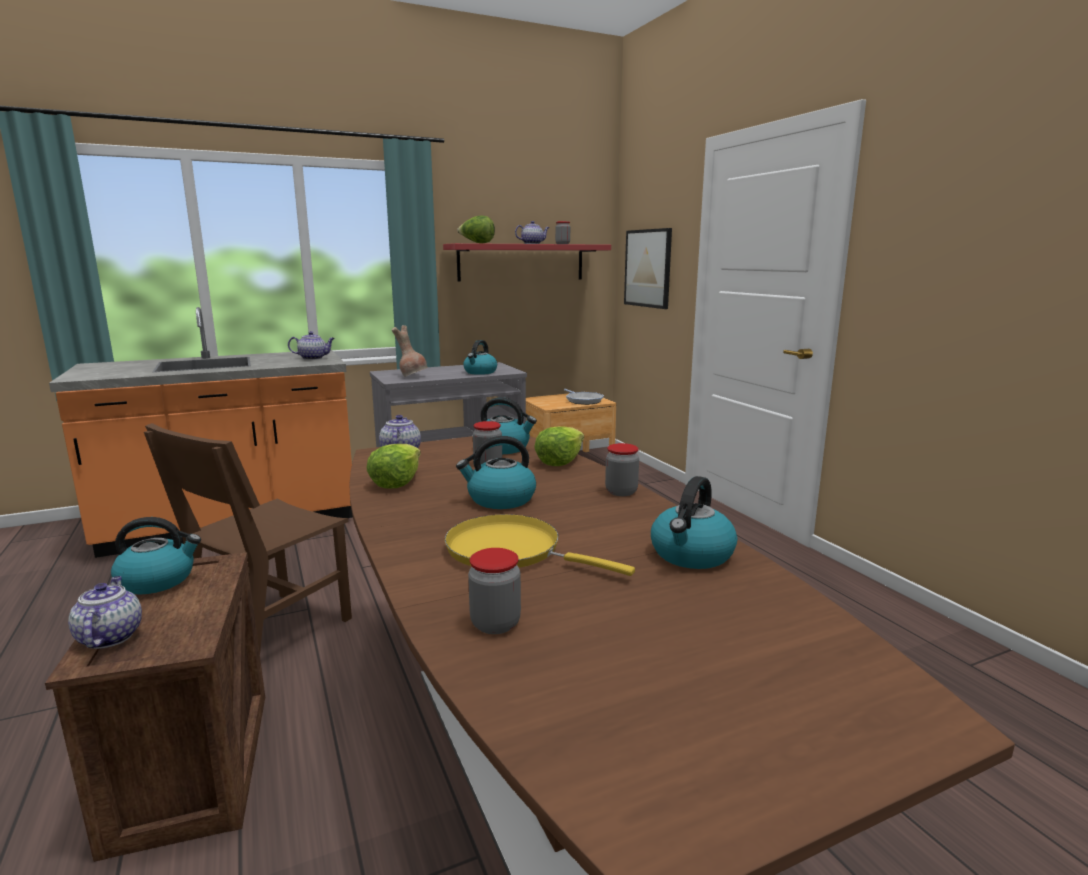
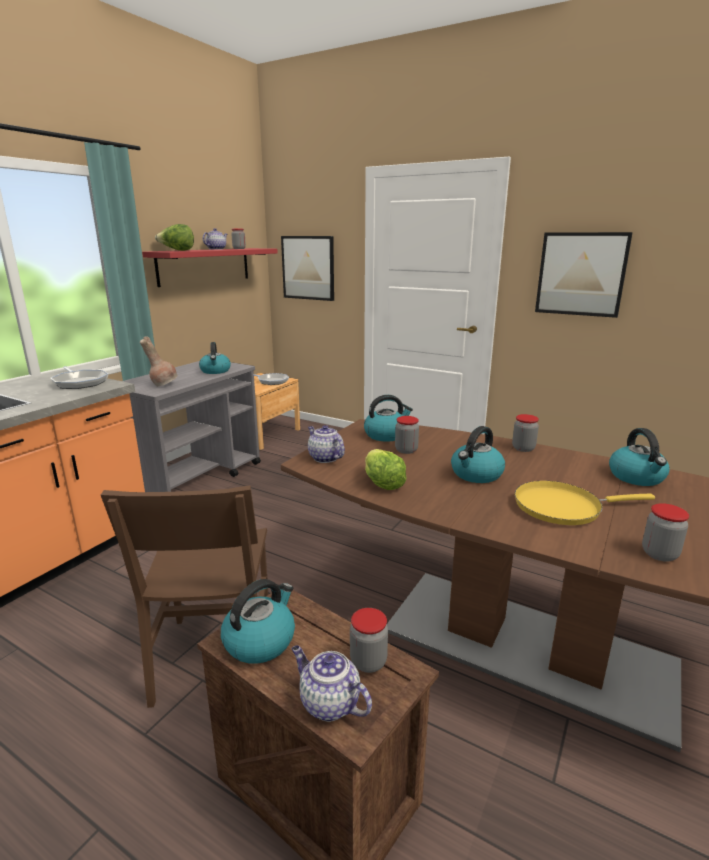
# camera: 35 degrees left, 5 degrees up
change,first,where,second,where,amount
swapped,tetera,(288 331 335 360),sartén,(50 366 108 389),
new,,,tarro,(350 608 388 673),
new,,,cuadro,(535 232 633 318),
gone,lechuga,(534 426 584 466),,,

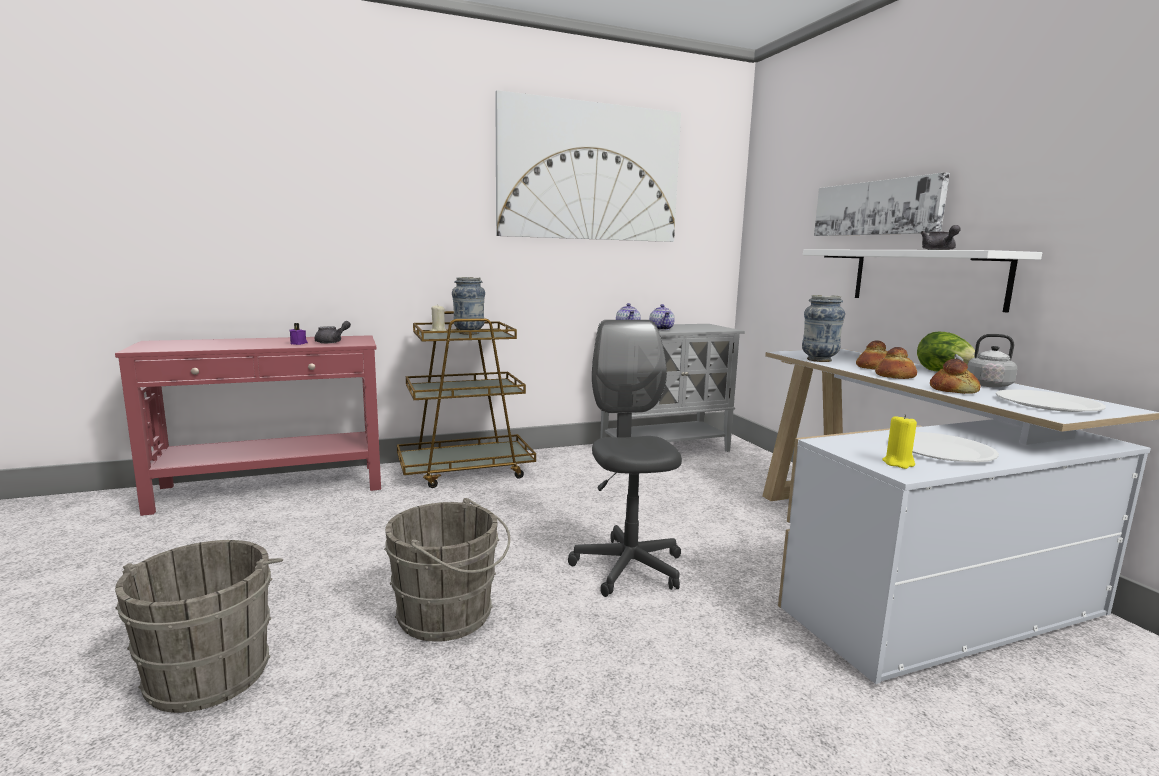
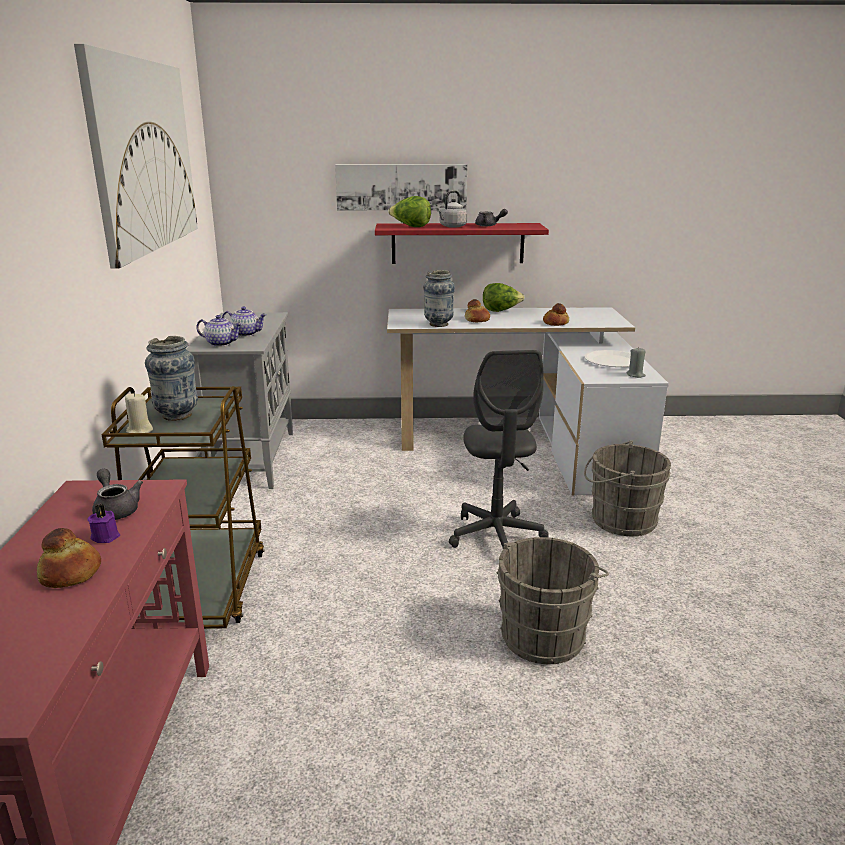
# camera: 70 degrees left, 10 degrees up
change,first,where,second,where,amount
shifted,pan,(875 347 917 379),,(37 528 101 588),
repainted,estante/blanco,(803 249 1042 313),estante/rojo,(375 223 549 264),
new,,,lechuga,(388 196 431 227),
shifted,hervidor/gris,(954 334 1017 388),,(437 190 468 228),
rotated,silla de oficina/gris,(568 320 682 597),,(449 350 549 548),105 degrees counterclockwise
shifted,cubo/gris,(115 540 283 713),,(584 441 671 536),
repainted,vela/amarillo,(882 414 917 469),vela/gris,(626 347 646 378),
gone,plato/blanco,(996 389 1106 412),,,

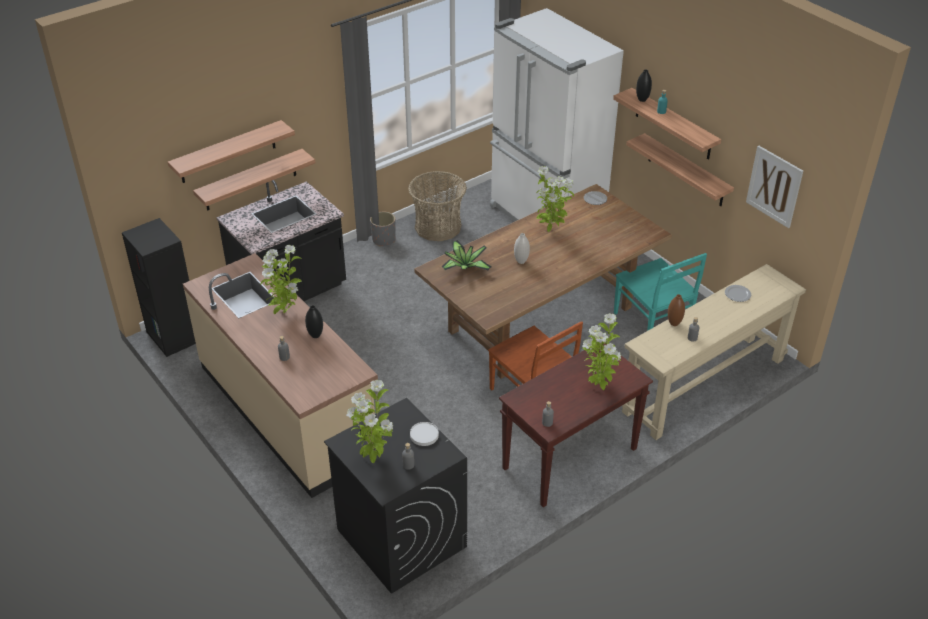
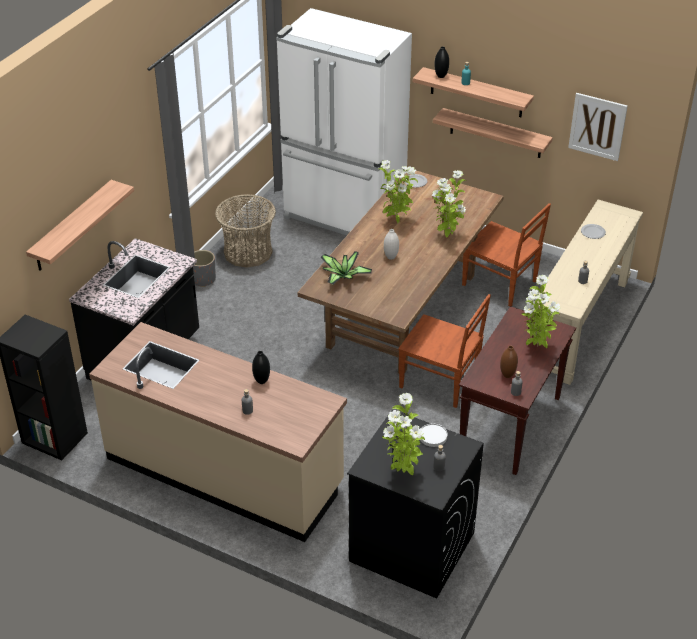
# camera: 25 degrees left, 0 degrees up
change,first,where,second,where,amount
shifted,planta en maceta,(260 245 302 314),,(431 170 466 237),
repainted,silla/turquesa,(614 253 707 331),silla/marrón,(462 203 551 307),
shifted,florero/marrón,(668 294 685 326),,(500 346 518 378),
gone,estante,(193 149 315 210),,,

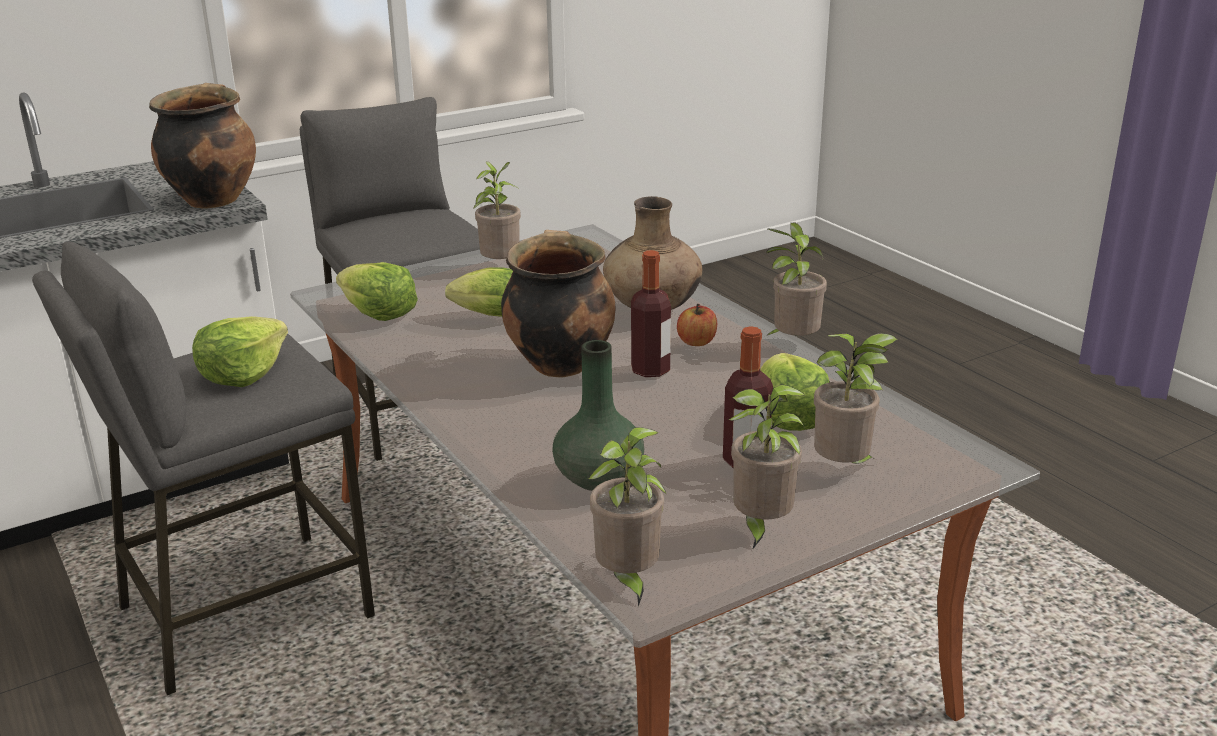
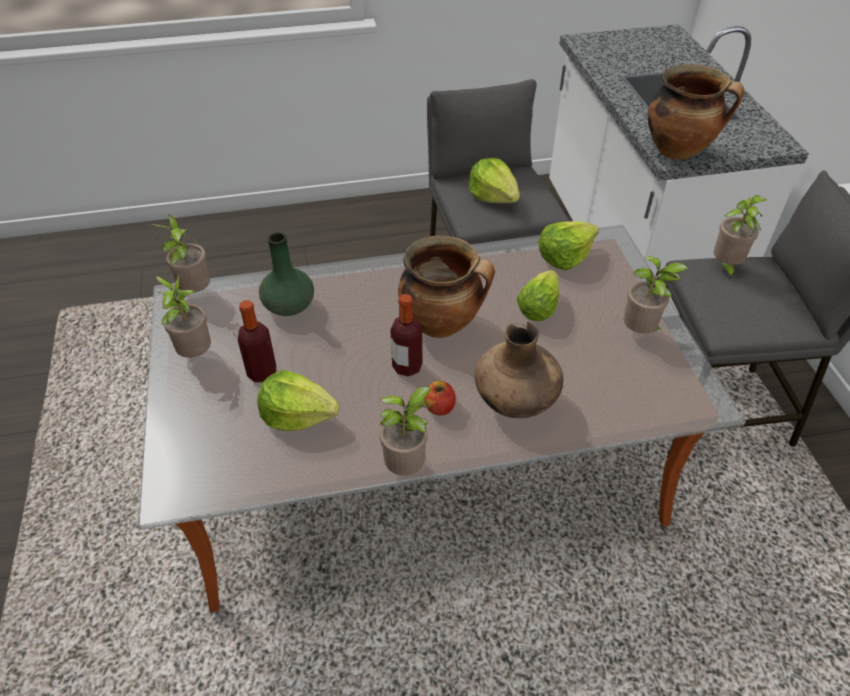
# camera: 110 degrees right, 20 degrees up
change,first,where,second,where,amount
shifted,planta en maceta,(814 333 898 464),,(714 195 767 280),

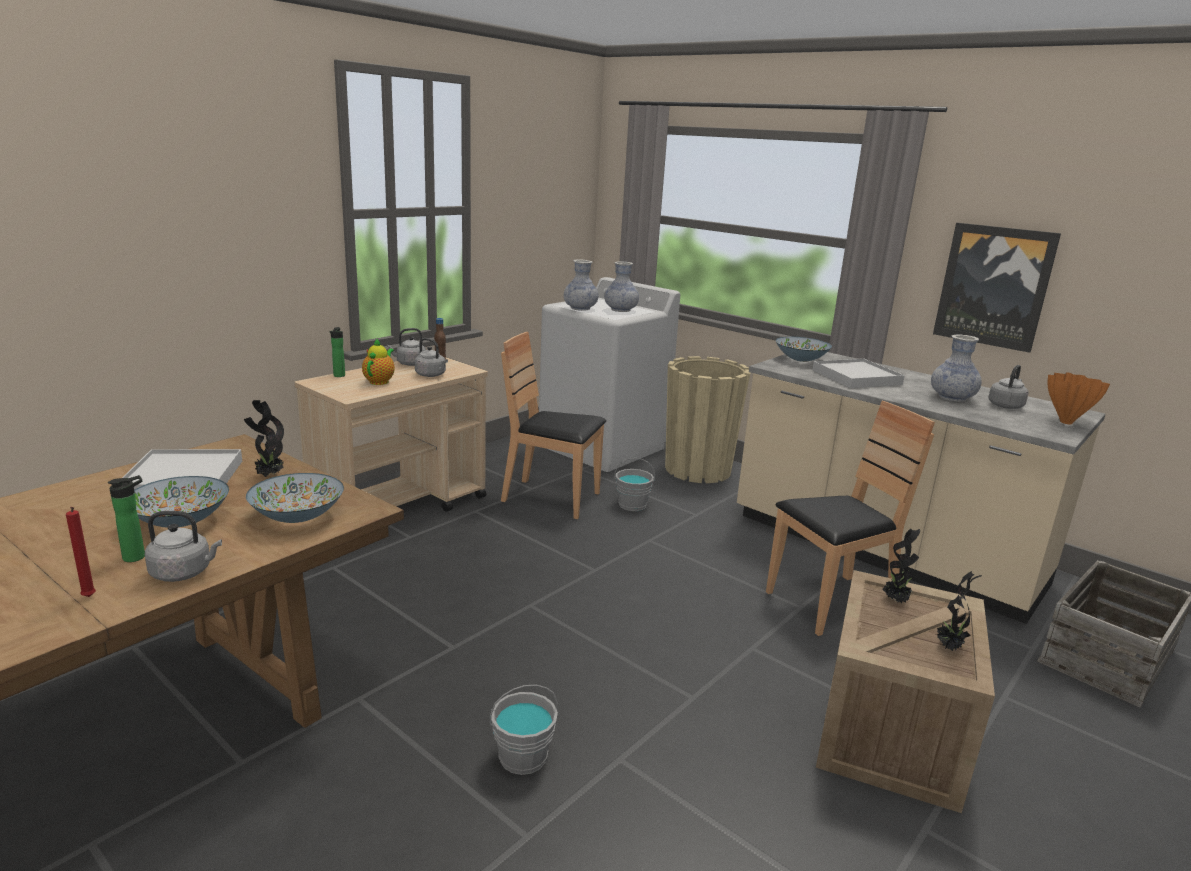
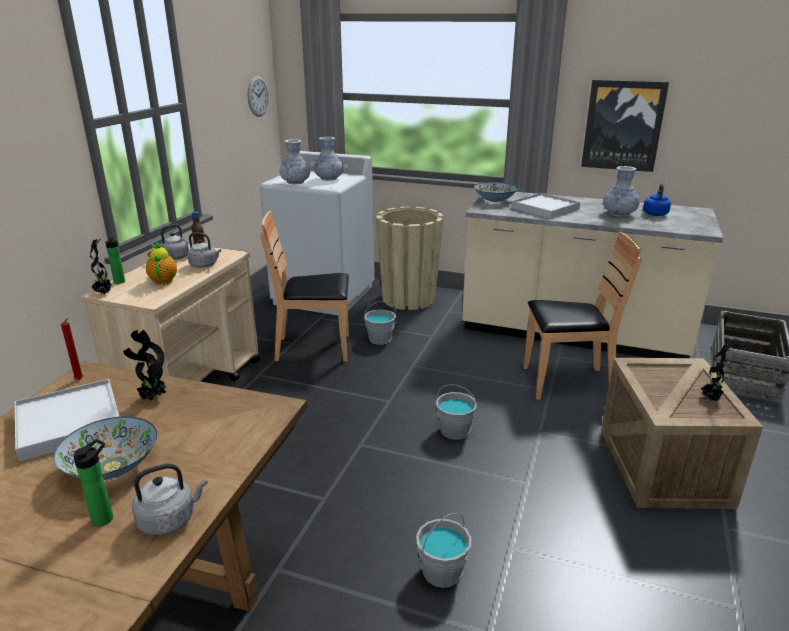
# camera: 20 degrees left, 5 degrees up
change,first,where,second,where,amount
shifted,vela/rojo,(66 507 96 597),,(61 318 83 380),
shifted,planta en maceta,(882 529 921 603),,(90 239 114 295),
new,,,reloj de pared,(247 76 269 117),
new,,,cubo/gris,(436 384 477 440),
rotated,silla/marrón,(766 401 935 636),,(523 231 642 400),45 degrees clockwise
repainted,hervidor/gris,(988 365 1029 409),hervidor/azul,(643 183 671 216),
gone,cuenco,(246 473 344 523),,,
gone,florero/naranja,(1048 372 1110 424),,,

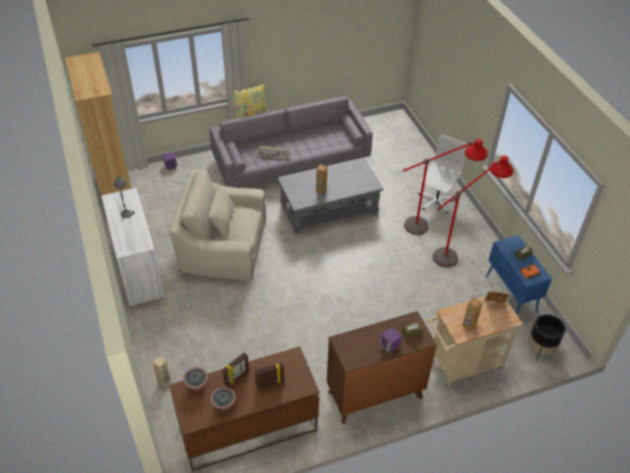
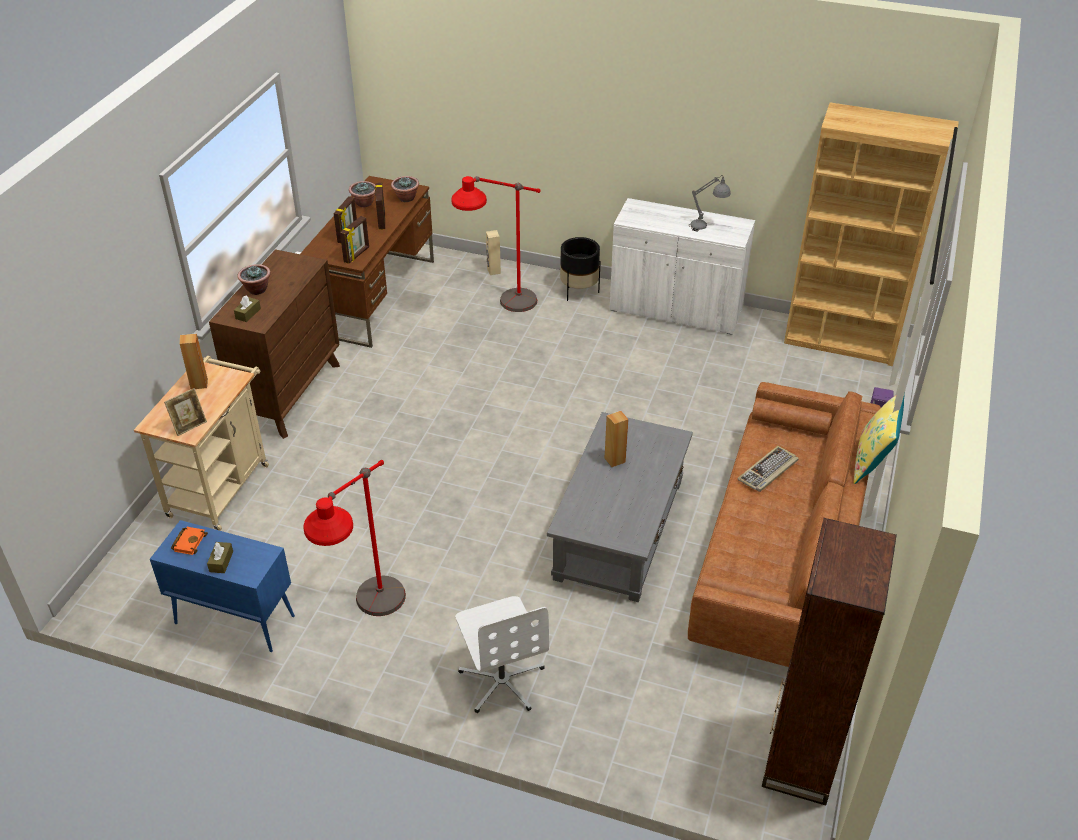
# camera: 130 degrees right, 5 degrees down
change,first,where,second,where,amount
swapped,altavoz/morado,(379 327 402 354),planta en maceta,(237 264 271 295),
new,,,portarretratos,(340 216 369 264),
shifted,lámpara de pie/rojo,(403 139 488 235),,(451 176 541 312),
shifted,maceta/negro,(528 314 565 361),,(560 237 601 301),
repainted,sofá/gris,(209 96 373 188),sofá/marrón,(688 382 881 667),
new,,,estantería/marrón,(762 518 897 805),
gone,sillón/beis,(169 170 266 281),,,

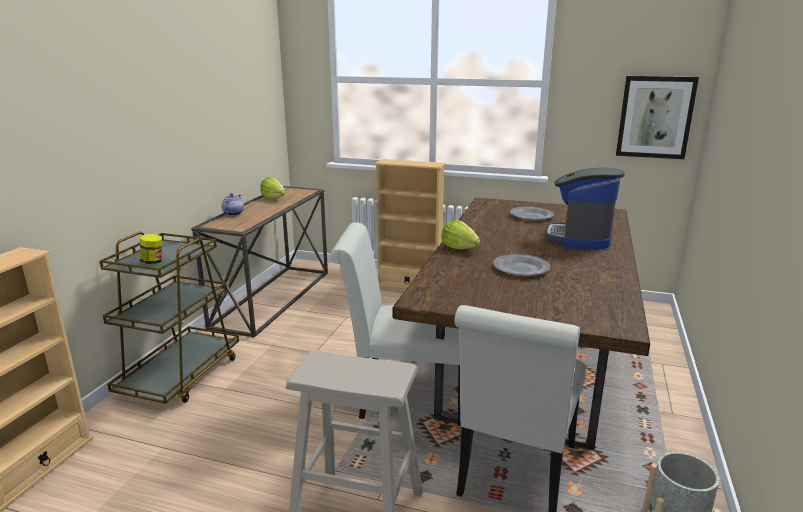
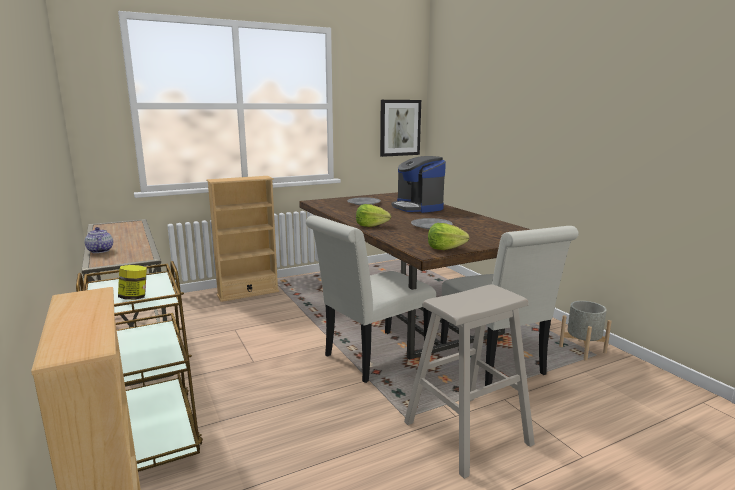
# camera: 45 degrees left, 5 degrees down
change,first,where,second,where,amount
shifted,lechuga,(260 177 285 199),,(428 223 469 250),

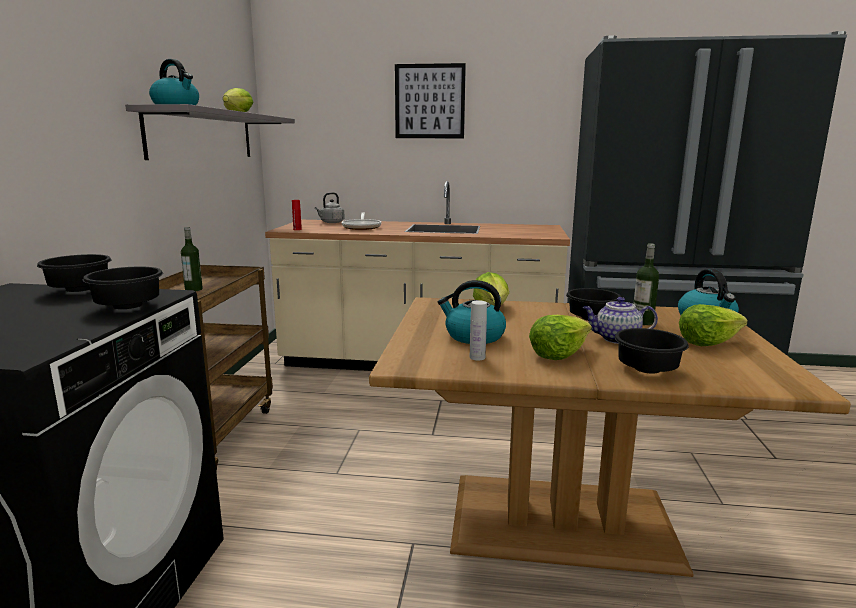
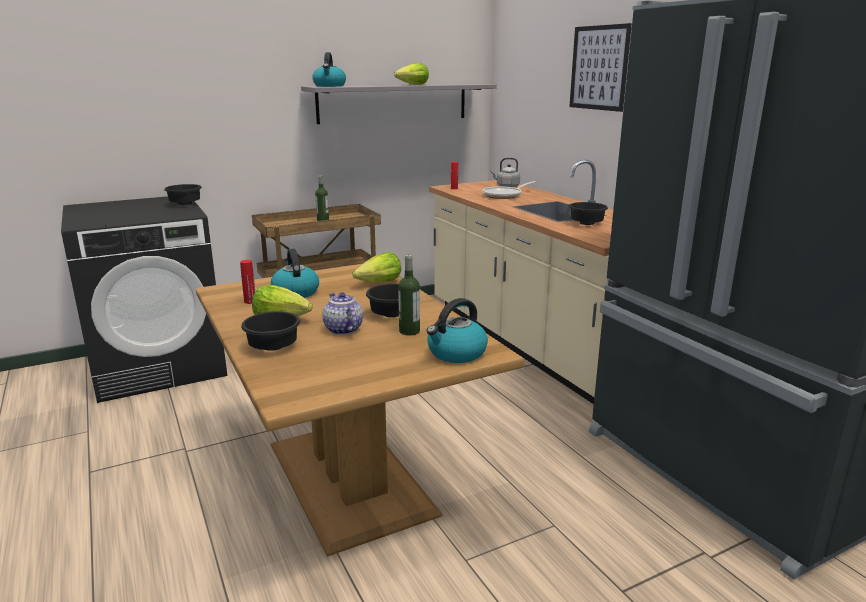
# camera: 55 degrees right, 5 degrees up
change,first,where,second,where,amount
repainted,botella/blanco,(470 300 487 361),botella/rojo,(240 260 255 304),
shifted,cuenco/negro,(83 267 163 309),,(569 202 608 225),
gone,lechuga,(679 304 748 346),,,

